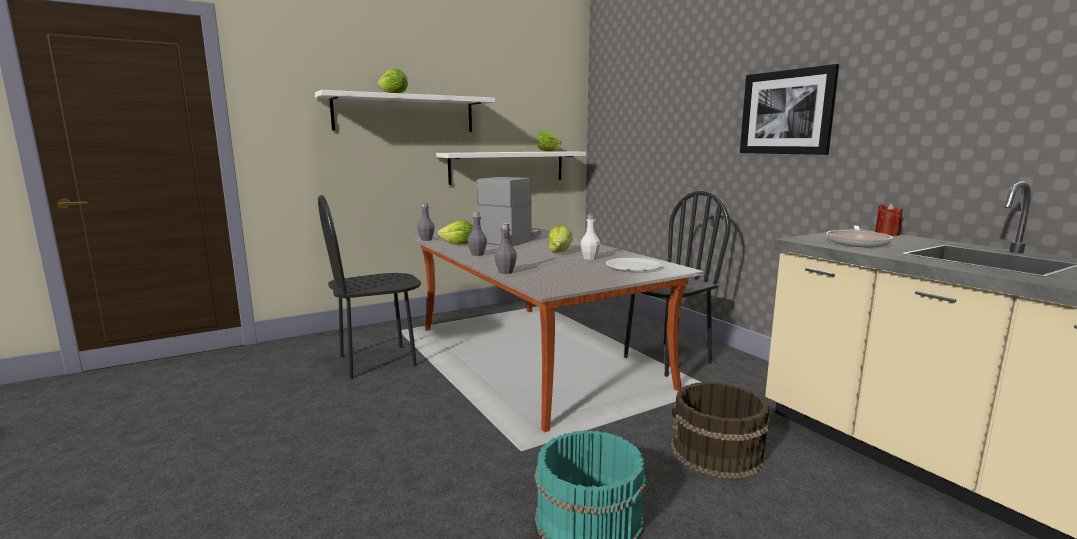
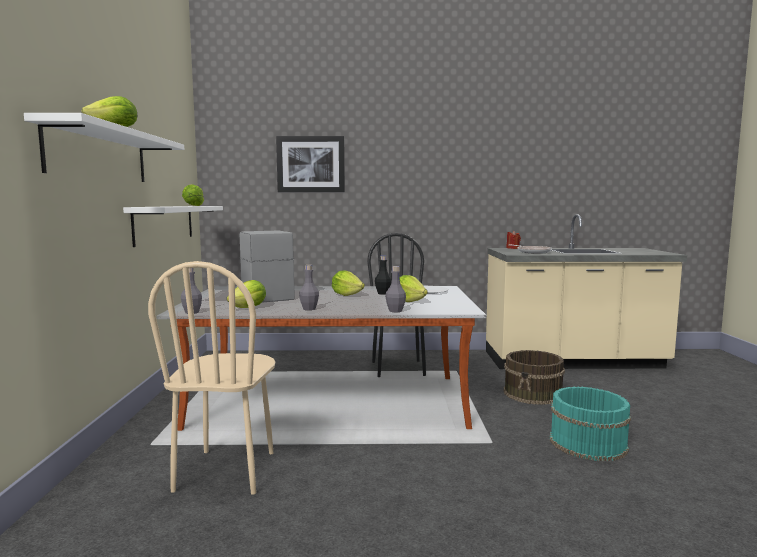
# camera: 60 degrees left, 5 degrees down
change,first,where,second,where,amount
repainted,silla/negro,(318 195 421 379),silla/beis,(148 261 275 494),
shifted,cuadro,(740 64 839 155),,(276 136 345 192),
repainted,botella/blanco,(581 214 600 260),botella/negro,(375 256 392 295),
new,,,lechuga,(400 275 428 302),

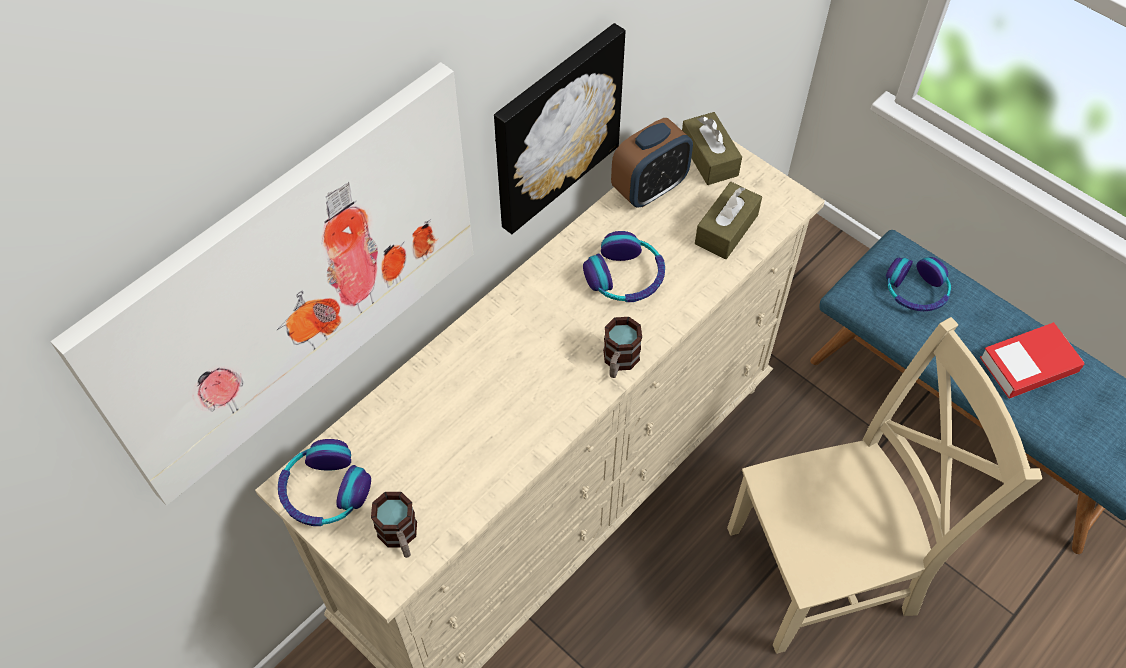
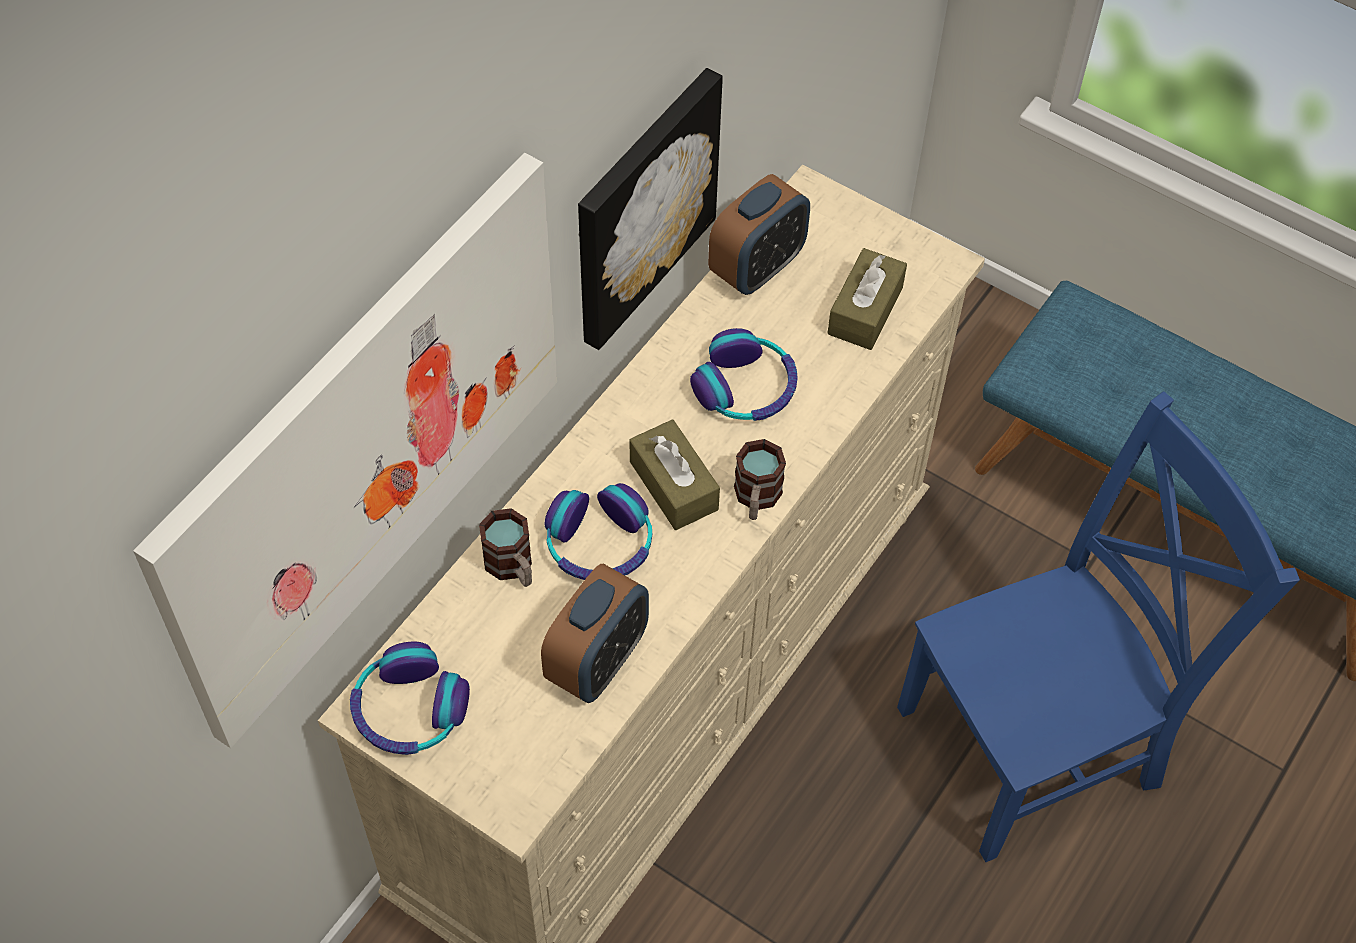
# camera: 10 degrees left, 0 degrees up
change,first,where,second,where,amount
shifted,taza grande,(371 492 417 558),,(479 508 532 587),
new,,,despertador,(541 564 649 703),
shifted,auriculares,(886 257 951 311),,(545 483 652 580),
shifted,caja de pañuelos/marrón,(682 112 742 185),,(630 420 720 530),
repainted,silla/beis,(727 317 1042 654),silla/azul,(897 391 1300 862),
gone,libro,(980 322 1084 399),,,

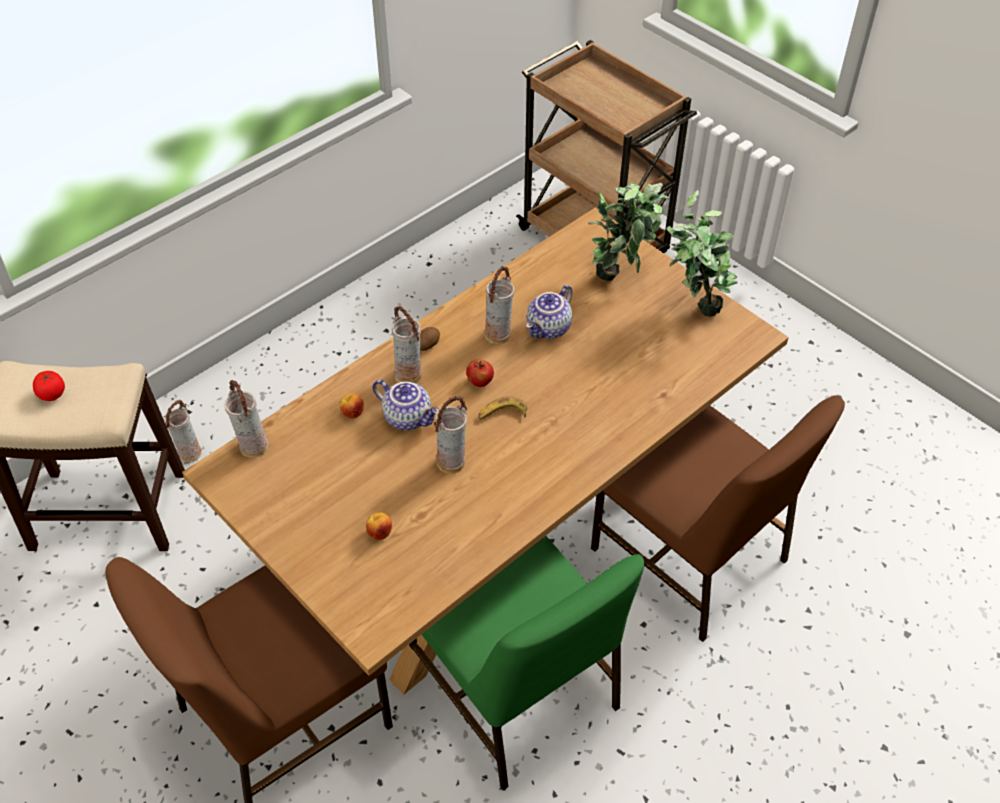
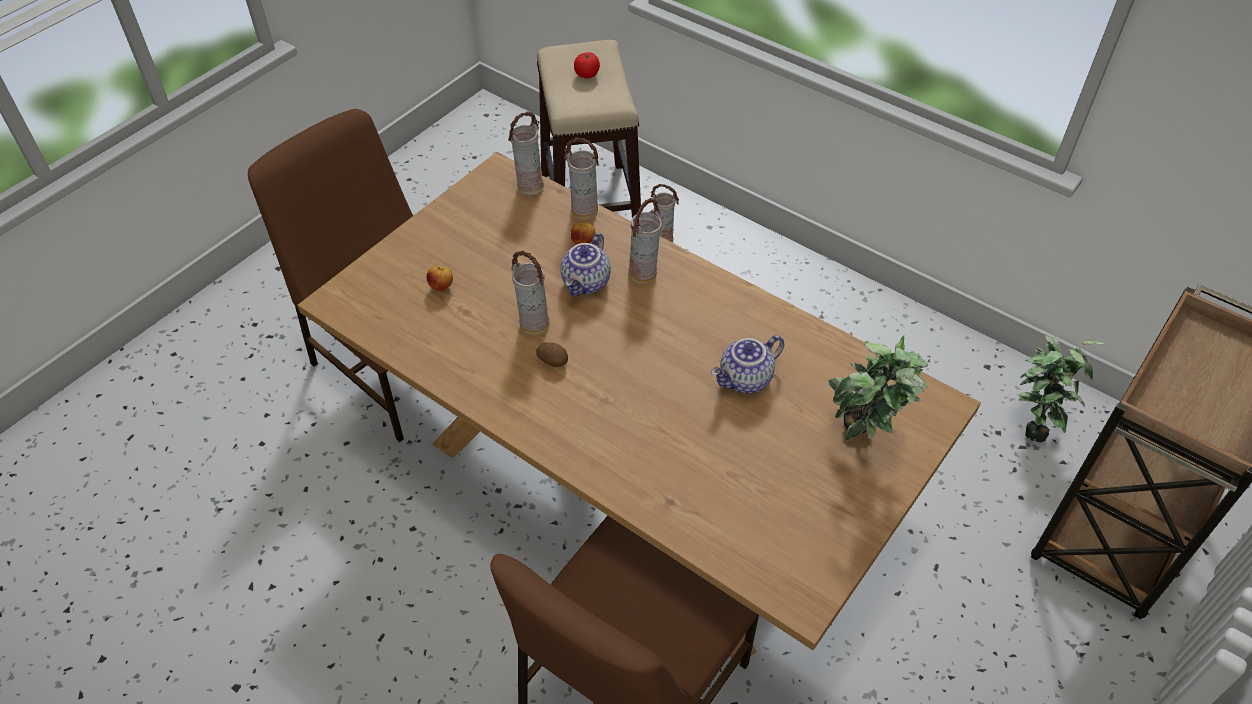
# camera: 80 degrees right, 0 degrees up
change,first,where,second,where,amount
shifted,patata,(420 327 440 351),,(536 342 568 367),
shifted,florero,(484 266 514 344),,(564 138 599 220),
rotated,tetera,(526 285 573 339),,(711 335 784 393),60 degrees counterclockwise
shifted,planta en maceta,(667 190 737 317),,(1019 334 1104 443),
gone,silla/verde,(409 536 644 790),,,
gone,manzana,(466 360 494 387),,,
gone,plátano,(478 397 527 420),,,

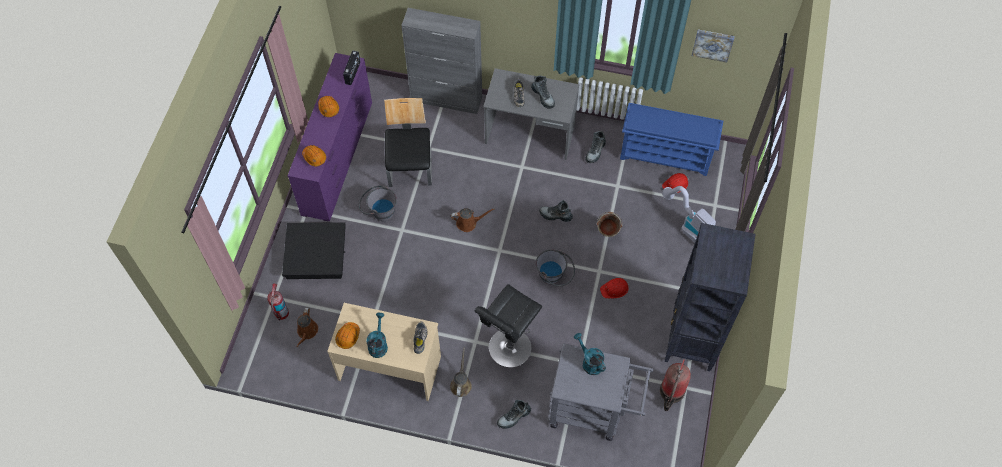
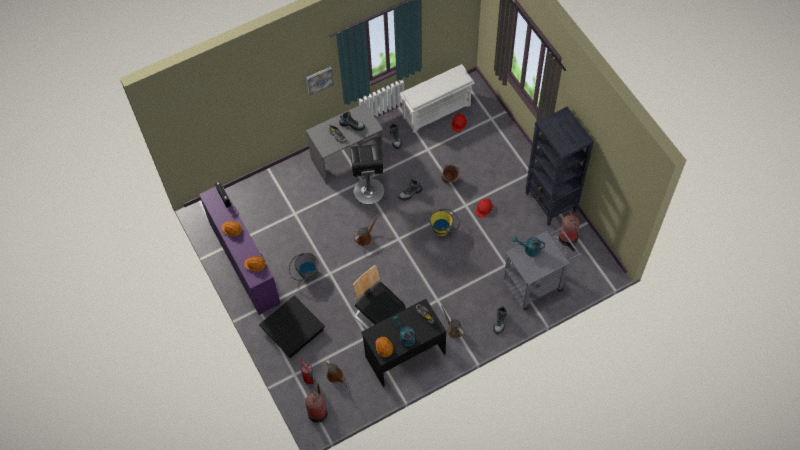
# camera: 40 degrees left, 0 degrees up
change,first,where,second,where,amount
new,,,extintor,(305 383 327 423),
shifted,cuadro,(692 29 734 63),,(306 67 334 96),
shifted,taburete/negro,(475 284 542 368),,(350 143 384 204),
shifted,silla,(384 98 432 187),,(353 265 406 329),
repainted,escritorio/beis,(327 303 441 401),escritorio/negro,(361 299 447 387),
repainted,zapatero/azul,(620 103 723 176),zapatero/blanco,(400 64 475 133),
repainted,cubo/gris,(536 249 575 286),cubo/amarillo,(430 208 460 236),
gone,armario/gris,(401 8 482 114),,,
gone,aspiradora,(662 186 716 243),,,

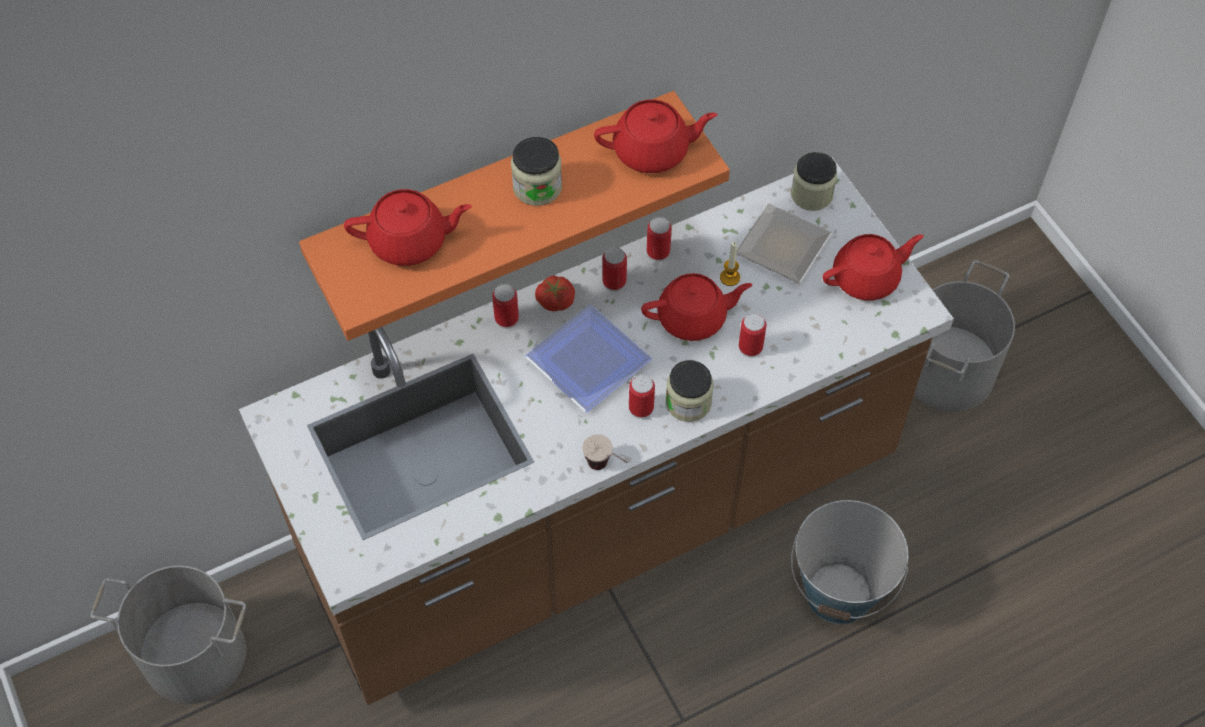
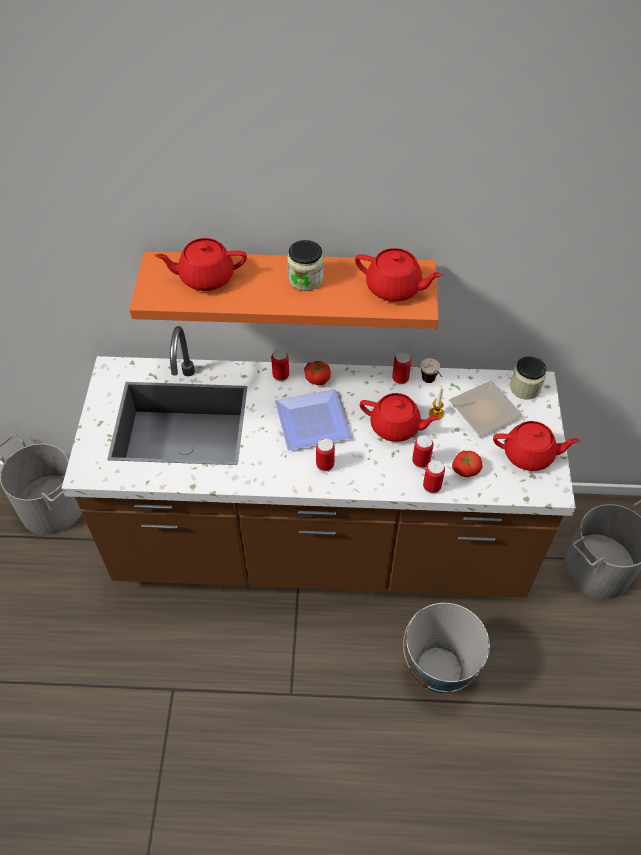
# camera: 30 degrees right, 5 degrees down
change,first,where,second,where,amount
rotated,tetera/rojo,(344 189 472 266),,(155 238 247 291),150 degrees clockwise
shifted,taza,(582 435 627 470),,(421 358 442 383),
shifted,lata,(602 247 627 292),,(423 460 445 494),
new,,,tomate,(452 450 482 477),
gone,tarro,(666 360 713 422),,,

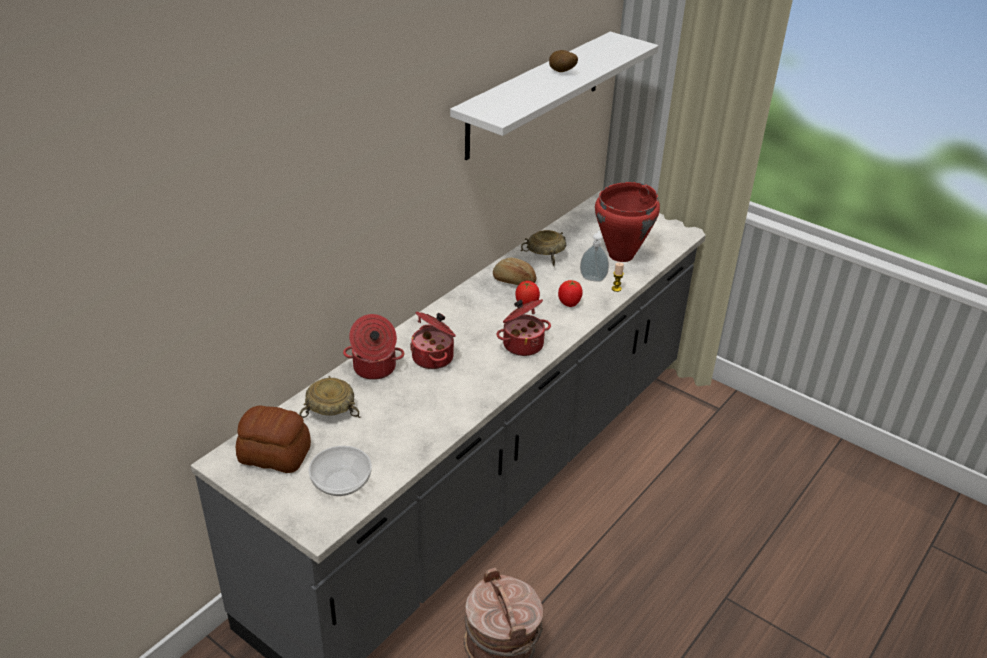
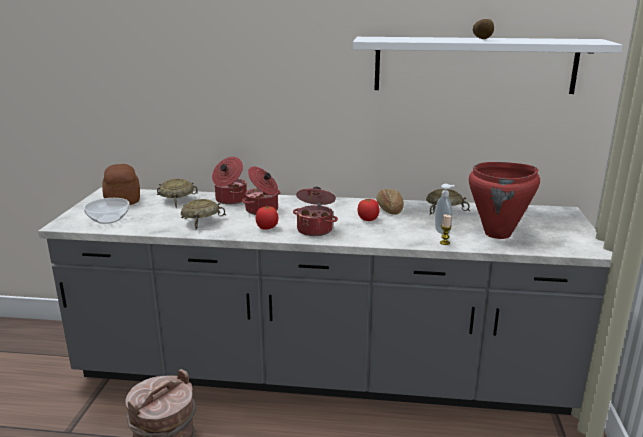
# camera: 60 degrees right, 15 degrees down
change,first,where,second,where,amount
new,,,cuenco/beis,(181 199 226 230),
shifted,tomate,(558 280 583 307),,(256 207 278 230),

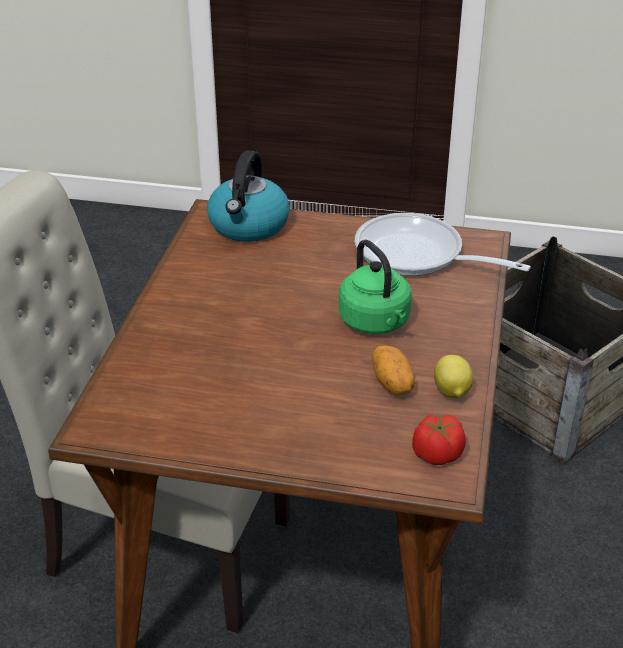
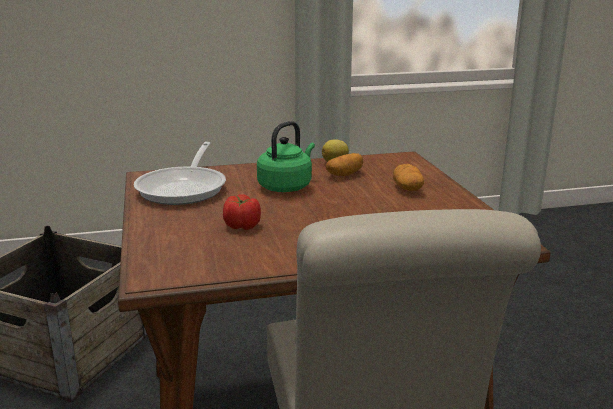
# camera: 115 degrees left, 15 degrees down
change,first,where,second,where,amount
shifted,tomate,(412 414 466 465),,(223 194 261 230),
new,,,patata,(393 164 424 191),
gone,hervidor,(207 150 290 242),,,

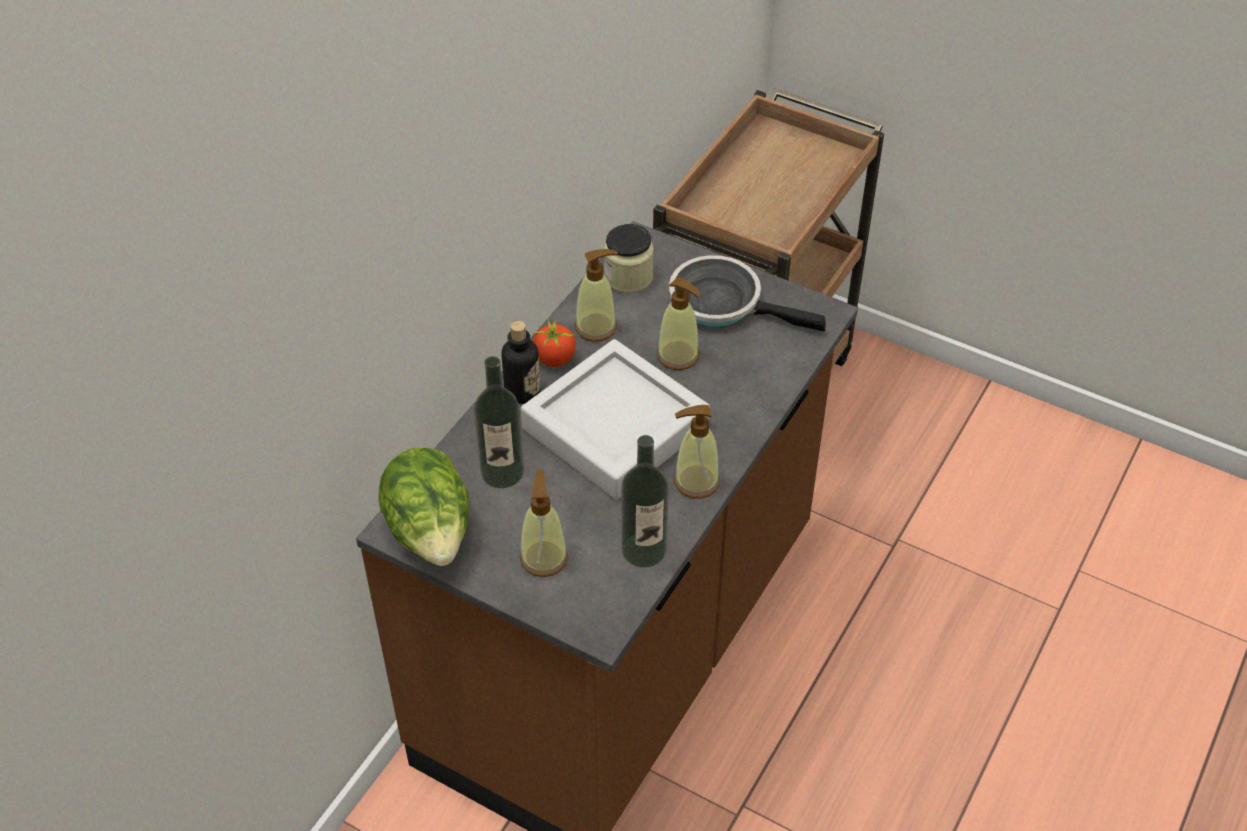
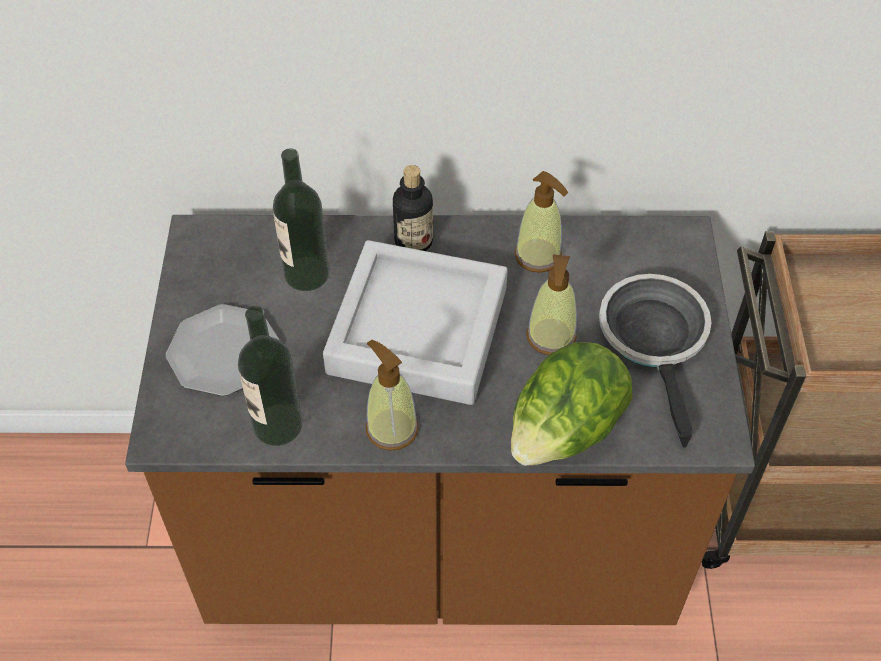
# camera: 60 degrees right, 5 degrees up
change,first,where,second,where,amount
swapped,dispensador de jabón,(520 470 568 577),plato,(166 304 279 396),
shifted,lechuga,(378 447 469 566),,(511 342 633 466),
gone,tomate,(532 318 576 367),,,
gone,tarro,(604 224 654 293),,,

